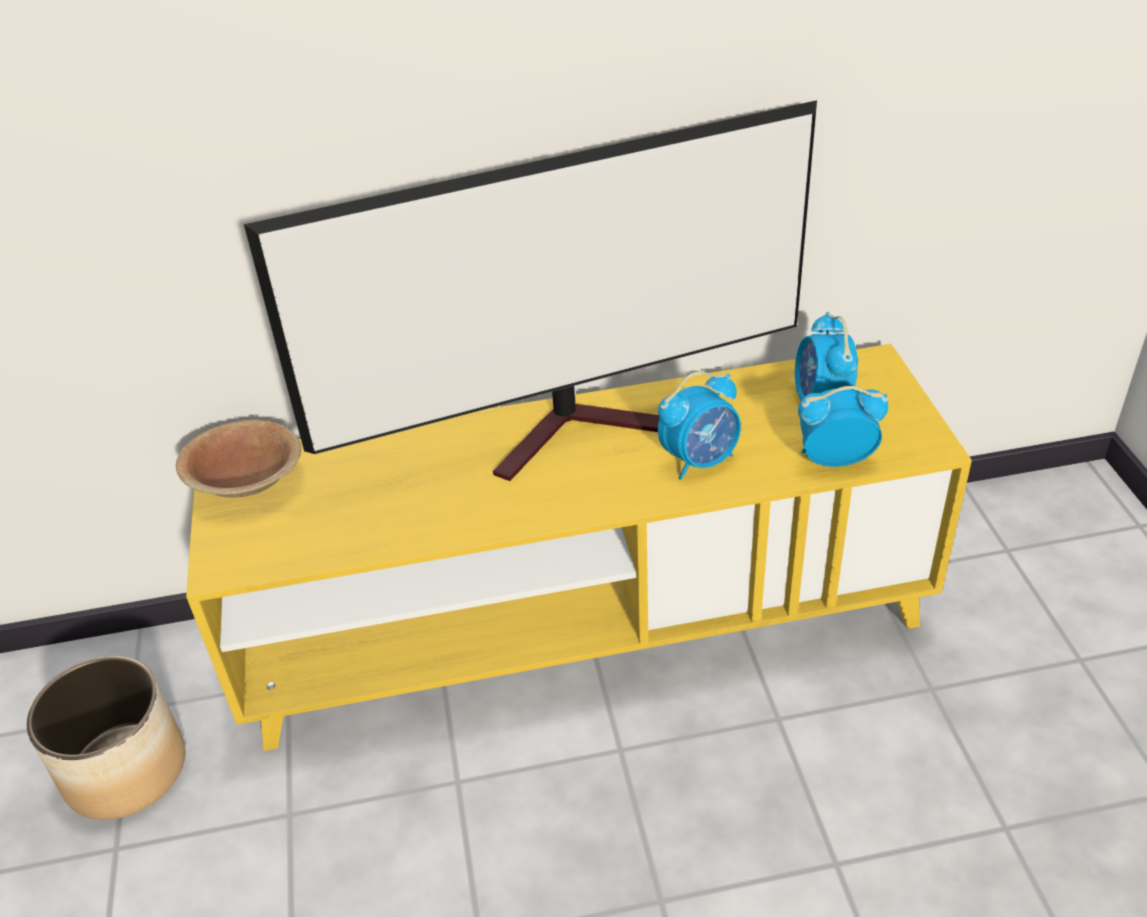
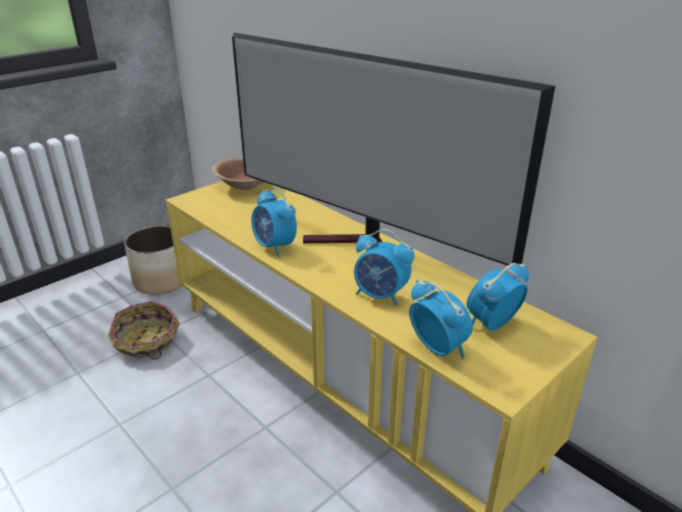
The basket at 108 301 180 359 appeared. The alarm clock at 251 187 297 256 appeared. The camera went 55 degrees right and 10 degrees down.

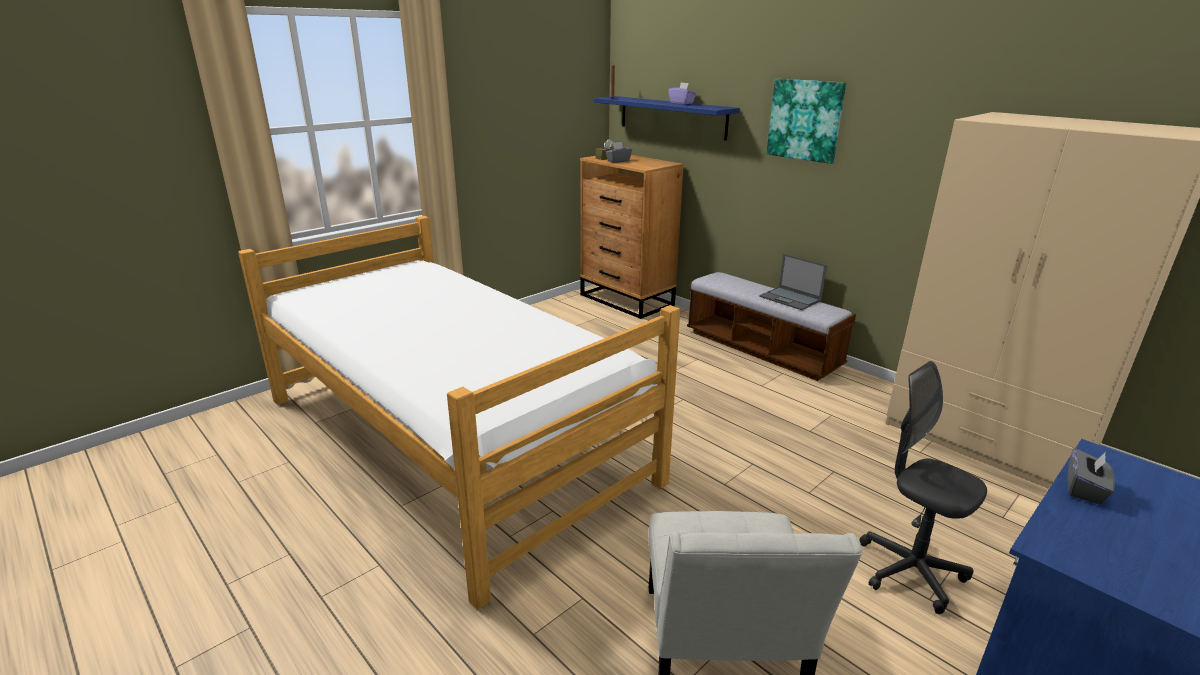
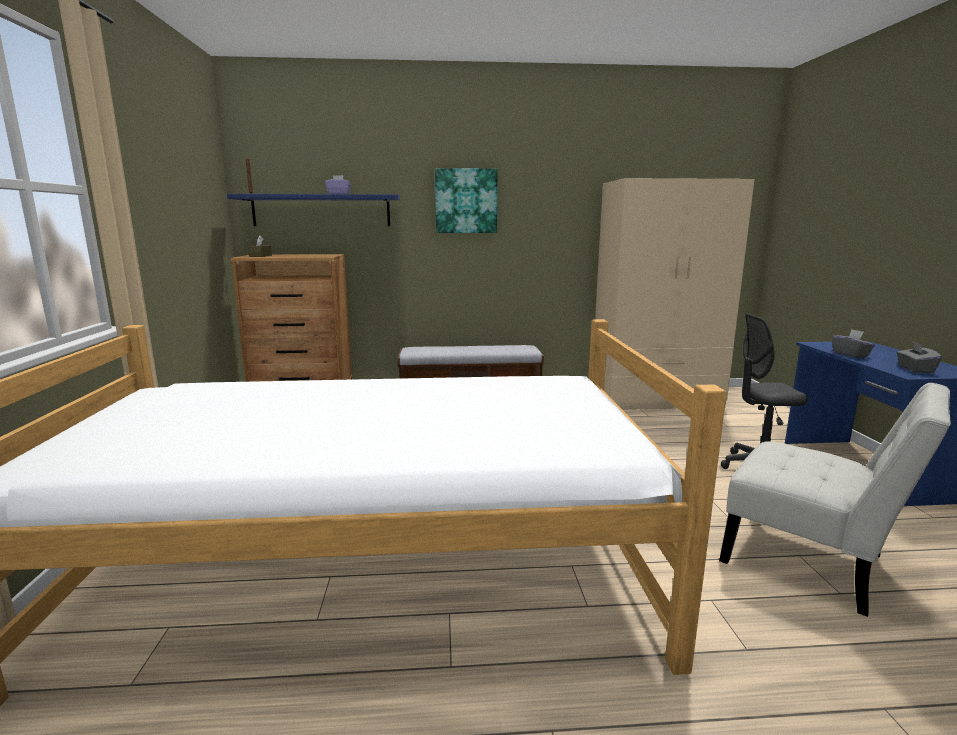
The laptop at 759 254 827 310 disappeared. The tissue box in grey moved from 605 142 632 163 to 896 341 942 373. The camera went 50 degrees left and 10 degrees down.

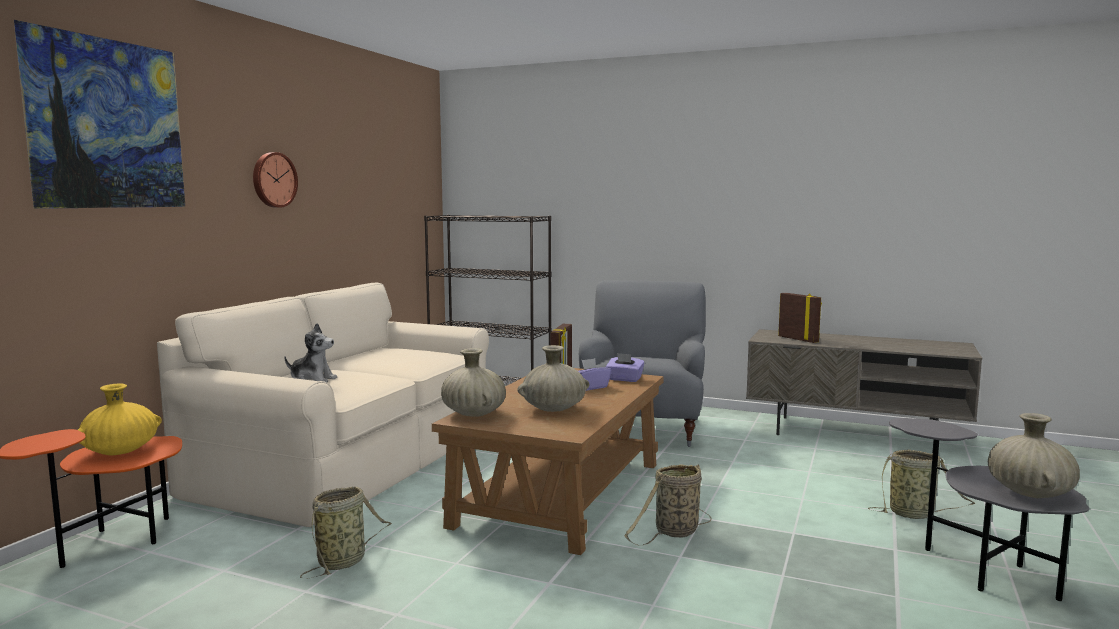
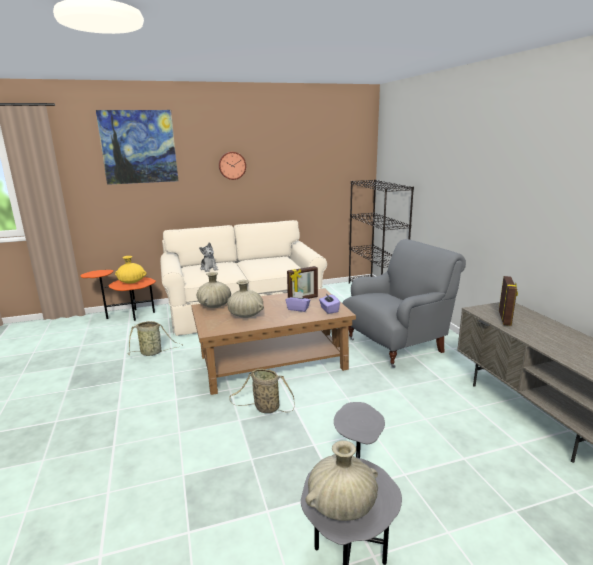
The basket at 868 450 976 519 disappeared. The camera went 50 degrees right and 10 degrees up.

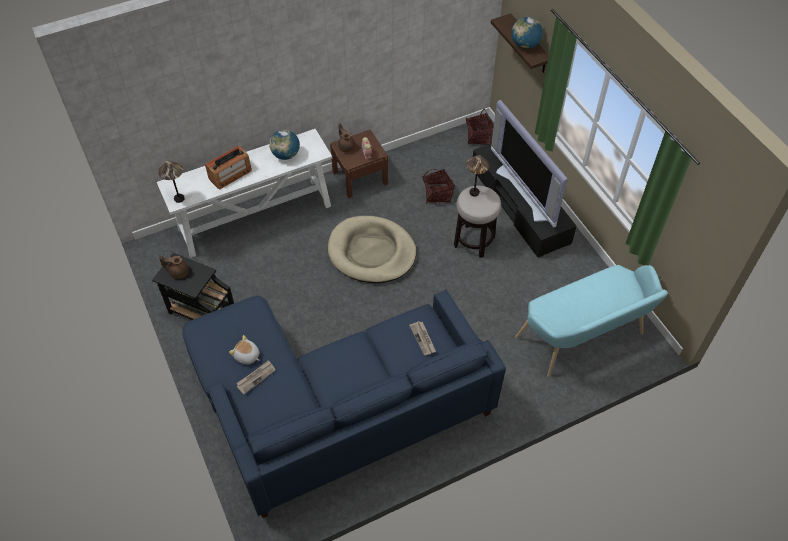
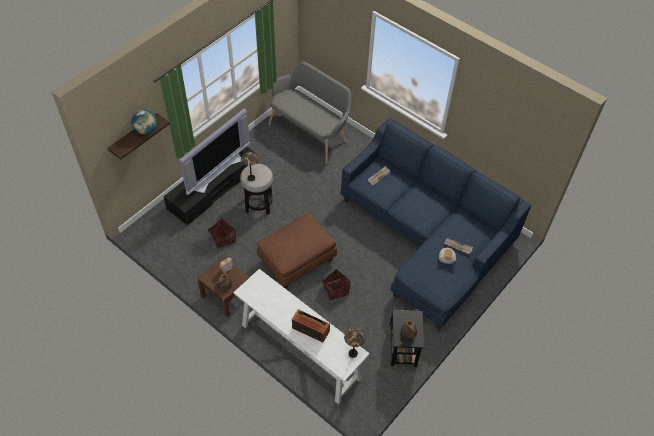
The globe at 269 129 300 160 disappeared. The basket moved from 466 109 494 145 to 322 269 351 301. The dog bed in beige at 328 216 417 283 was replaced by the ottoman in brown at 257 213 337 289. The bench in turquoise at 515 265 668 377 became the bench in grey at 268 61 351 163. The camera went 115 degrees left and 0 degrees up.

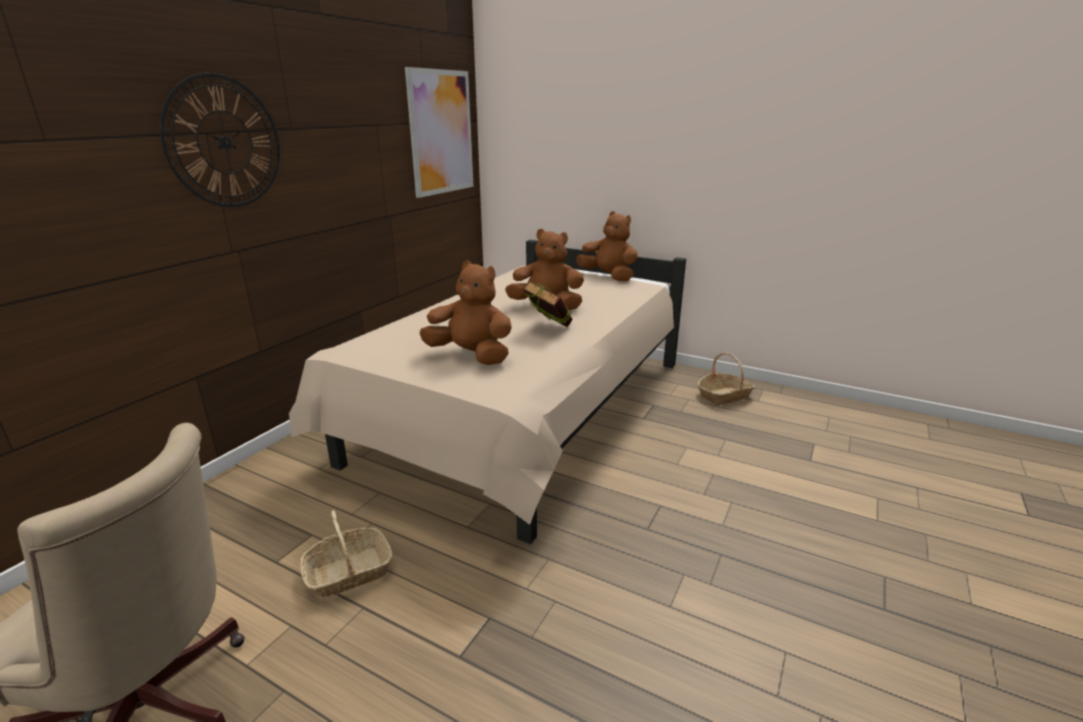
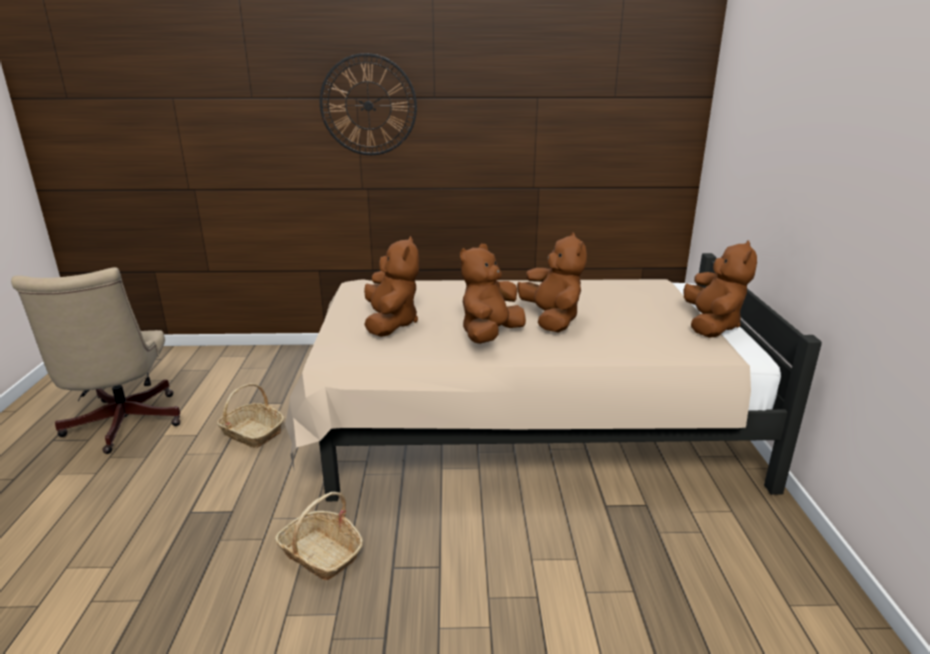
The picture at 405 67 474 198 disappeared. The basket moved from 697 352 755 405 to 275 492 363 580. The book at 523 281 572 327 was replaced by the plush toy in brown at 460 244 526 344. The camera went 60 degrees right and 0 degrees up.

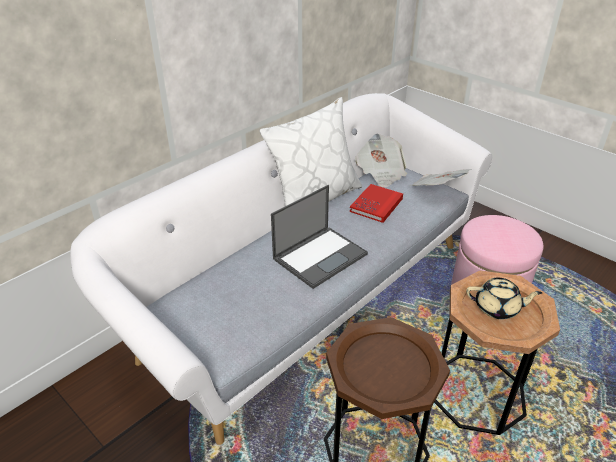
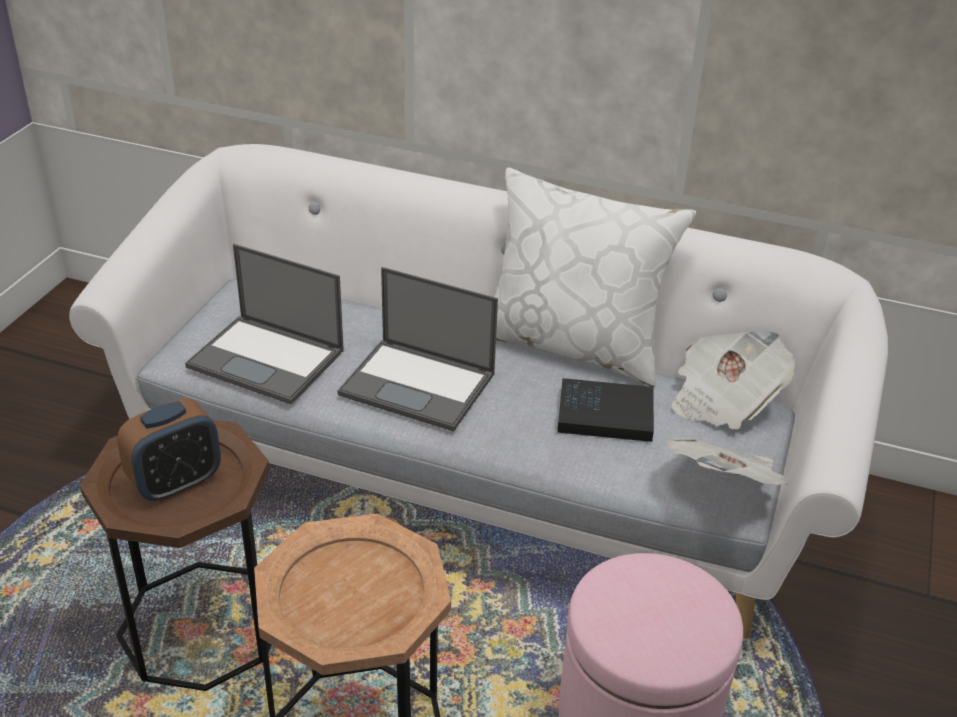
The teapot in beige at 466 278 542 319 disappeared. The alarm clock at 117 398 221 502 appeared. The laptop at 185 244 344 405 appeared. The book in red at 350 184 403 223 became the book in black at 557 378 654 442. The camera went 65 degrees right and 0 degrees up.

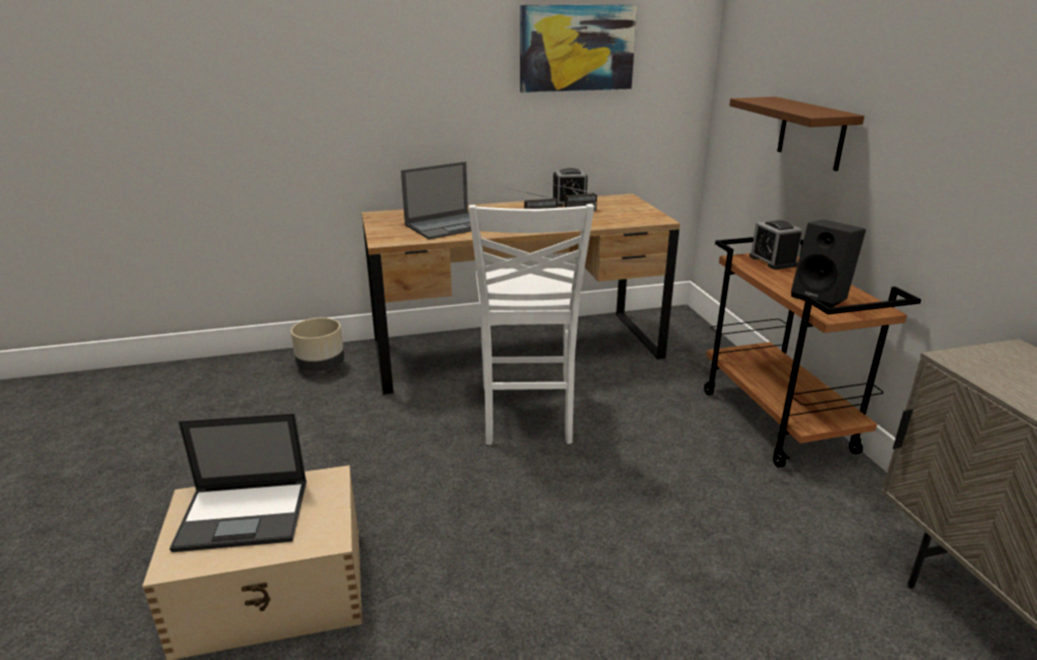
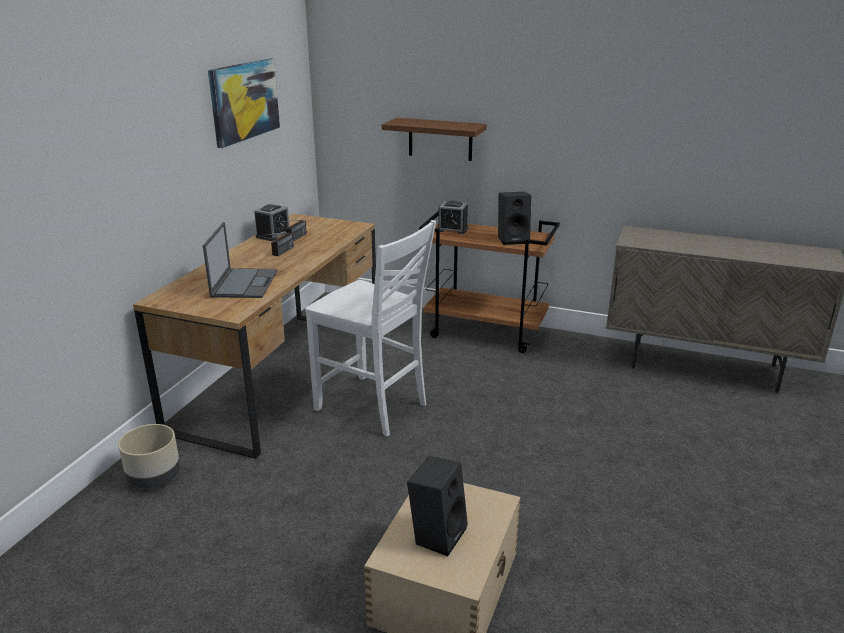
The laptop at 170 413 307 552 was replaced by the speaker in black at 407 456 468 556. The camera went 55 degrees left and 0 degrees up.

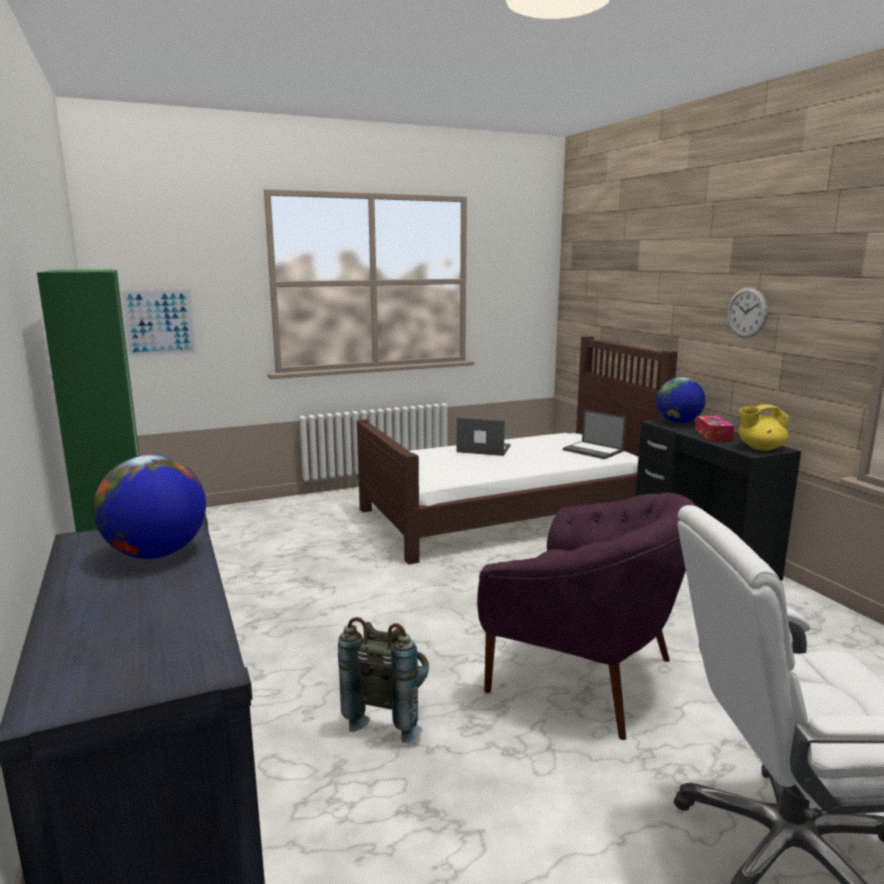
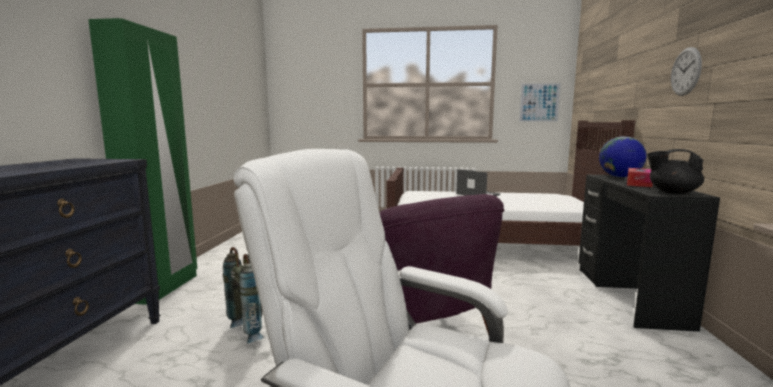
The globe at 93 455 206 559 disappeared. The laptop at 563 410 626 459 disappeared. The picture moved from 120 289 197 357 to 518 82 561 122. The teapot in yellow at 739 405 789 451 became the teapot in black at 647 149 704 194. The camera went 30 degrees right and 5 degrees down.

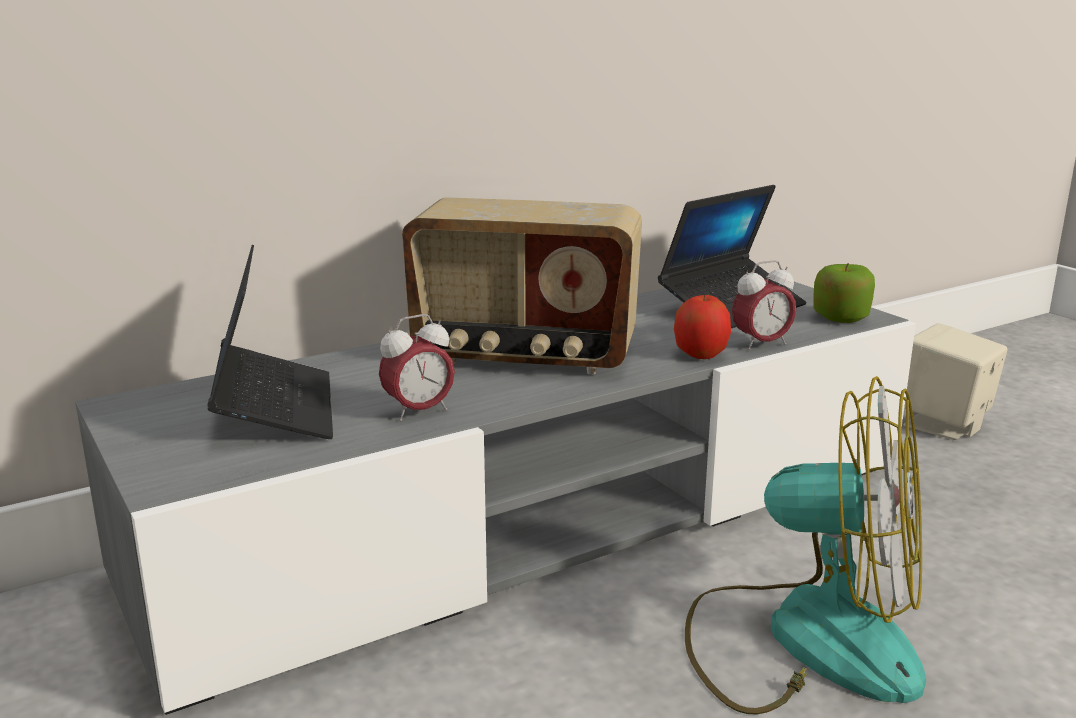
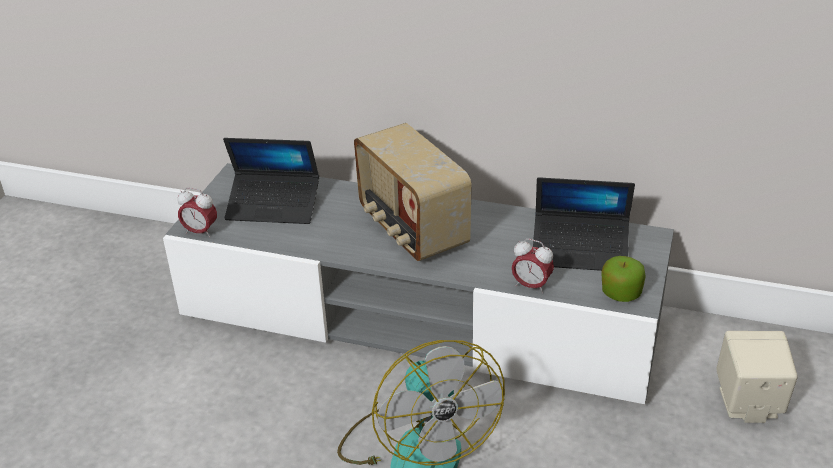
The apple at 674 295 731 359 disappeared. The alarm clock moved from 379 314 455 421 to 177 188 217 238. The laptop at 207 245 333 439 turned 60 degrees clockwise. The camera went 50 degrees right and 15 degrees up.

